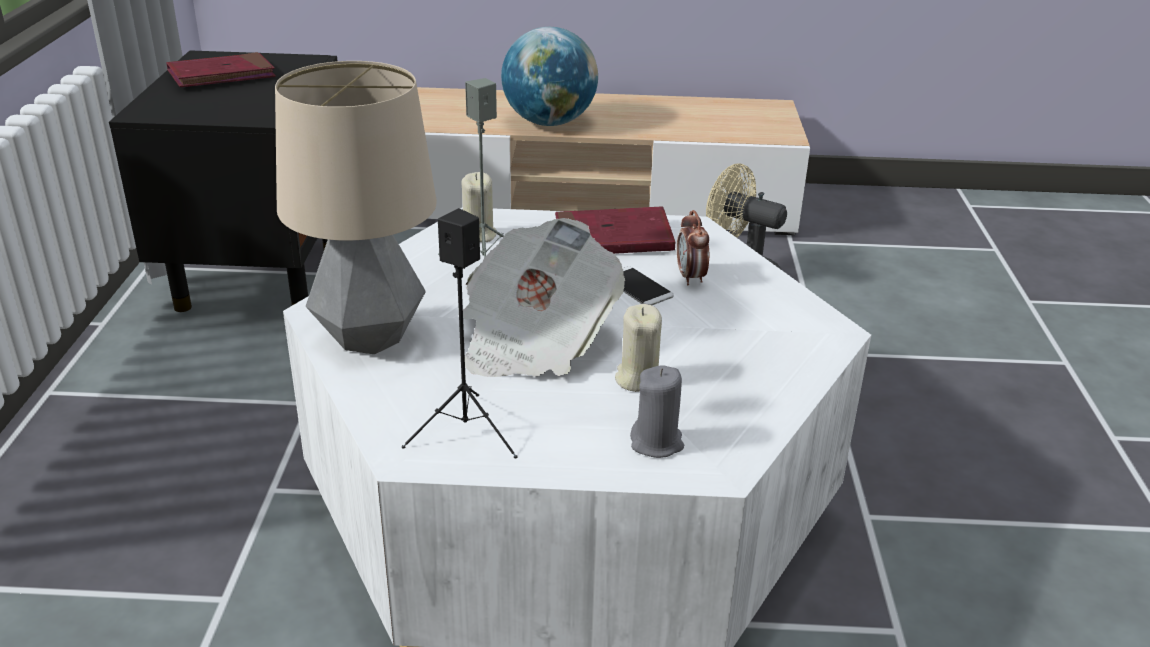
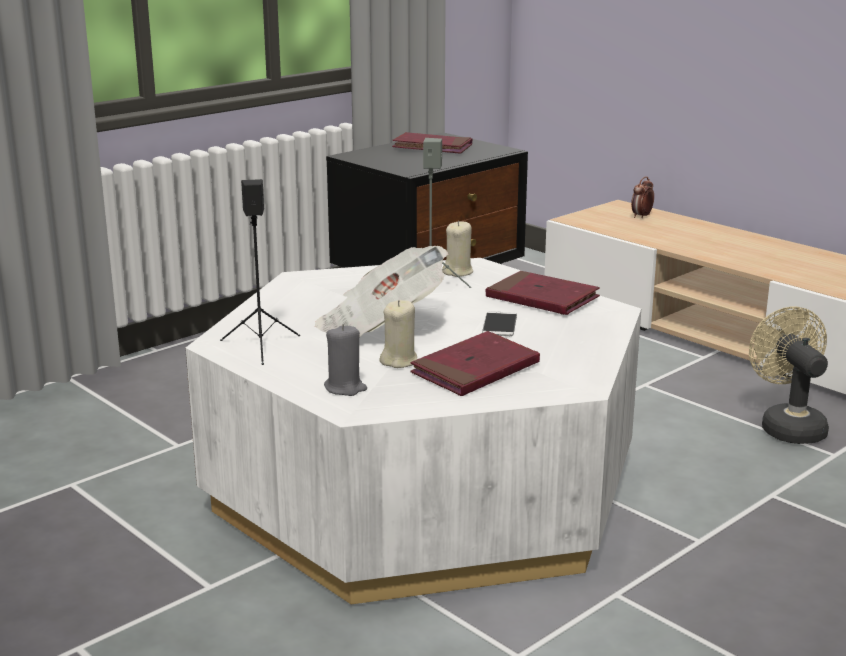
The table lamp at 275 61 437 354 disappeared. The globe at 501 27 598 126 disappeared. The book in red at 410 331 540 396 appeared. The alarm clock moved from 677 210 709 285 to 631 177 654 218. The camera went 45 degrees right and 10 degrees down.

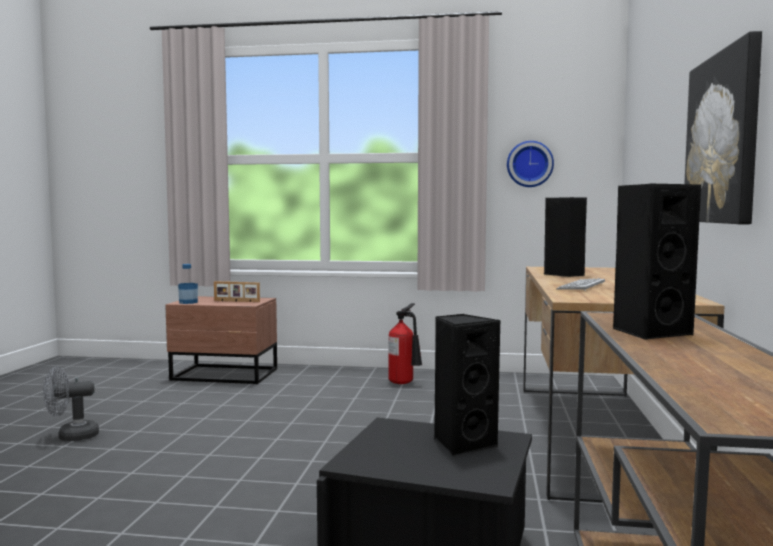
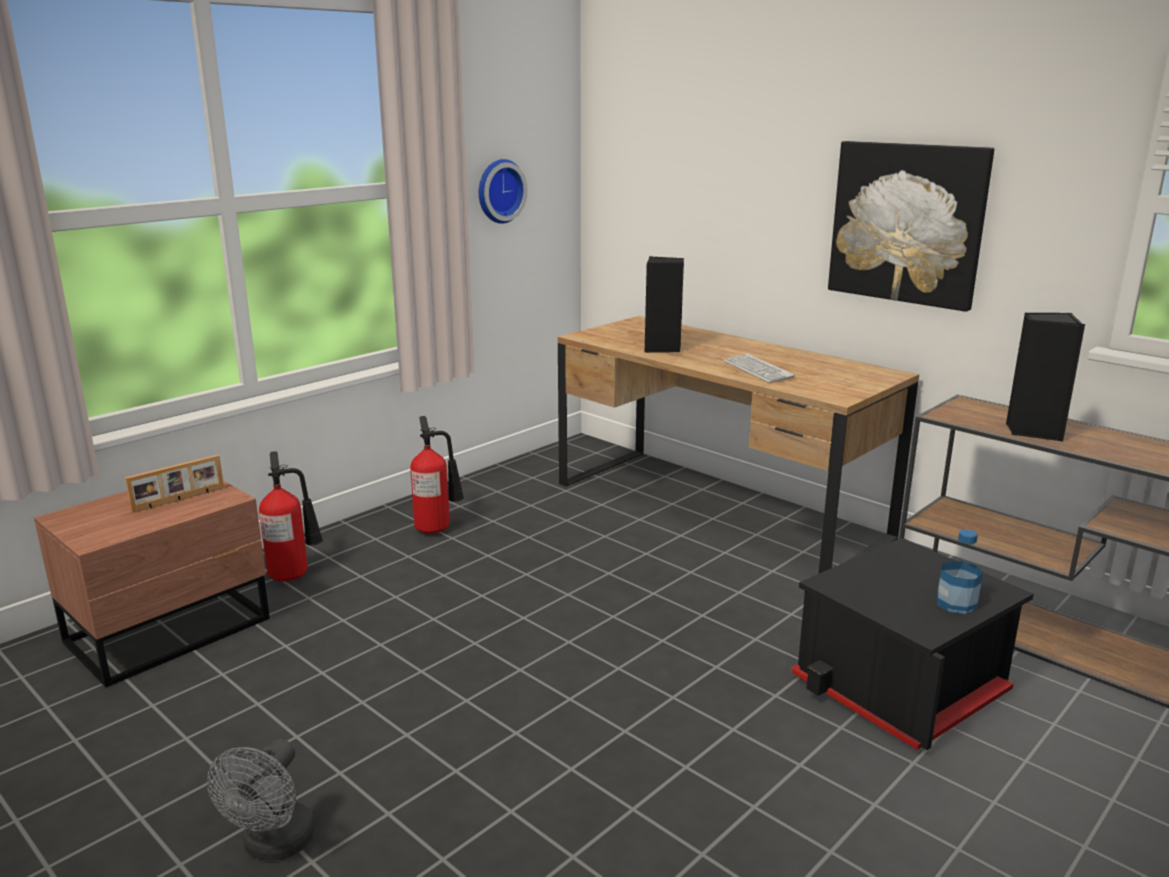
The speaker in black at 434 314 500 457 disappeared. The fire extinguisher at 259 451 323 581 appeared. The bottle moved from 178 264 198 304 to 937 530 983 615. The camera went 55 degrees left and 15 degrees up.

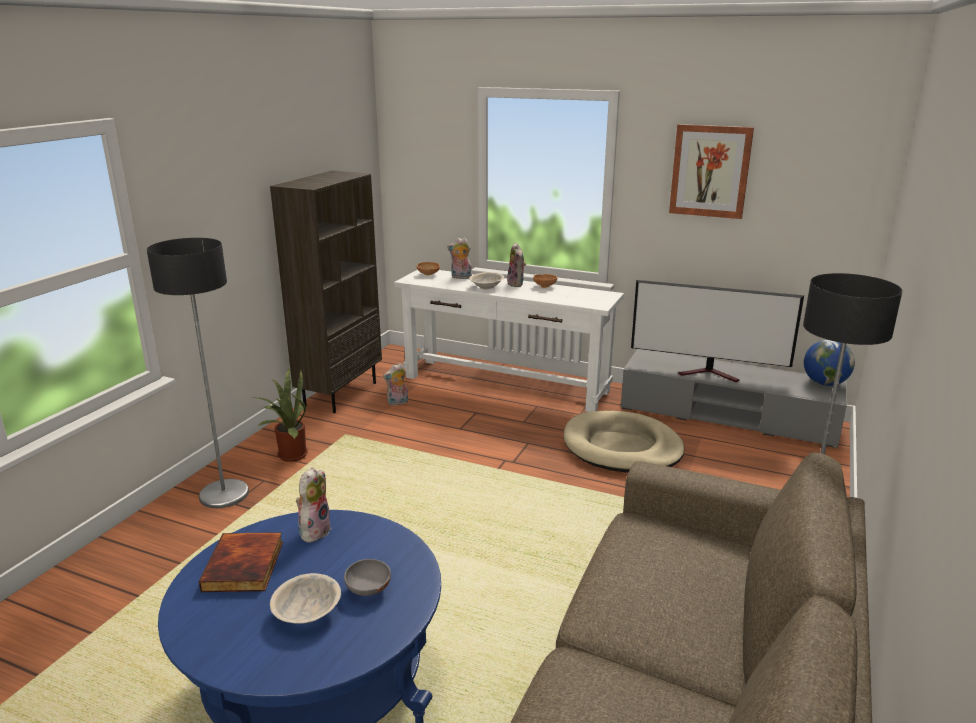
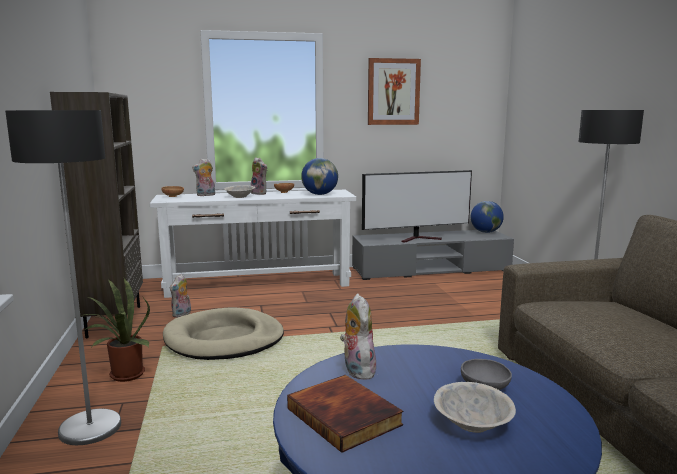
The globe at 301 158 338 195 appeared. The dog bed in beige moved from 564 411 685 473 to 163 307 284 360. The camera went 35 degrees left and 10 degrees down.

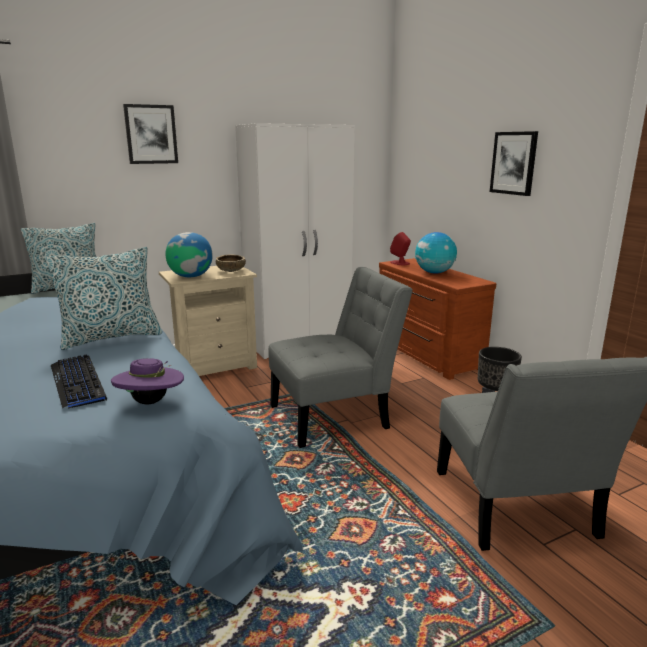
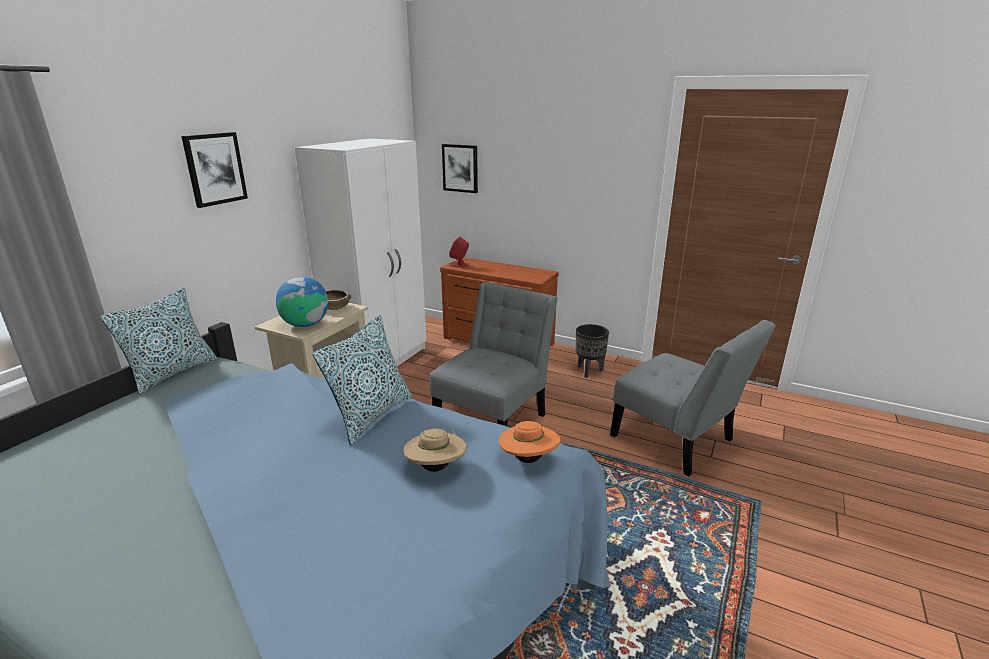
The globe at 415 232 457 274 disappeared. The picture moved from 490 131 538 196 to 442 144 478 193. The keyboard at 51 354 107 409 was replaced by the hat in beige at 403 429 467 472. The hat in purple at 111 358 184 405 became the hat in orange at 499 420 561 463. The camera went 35 degrees left and 5 degrees up.

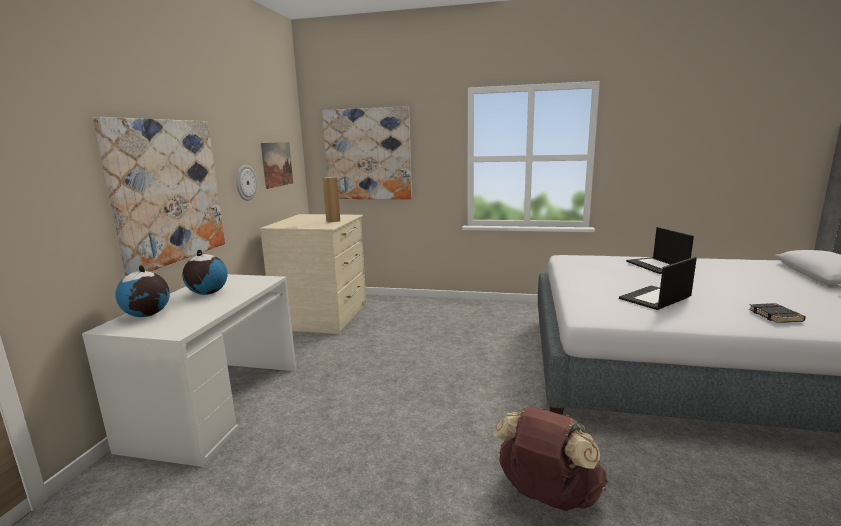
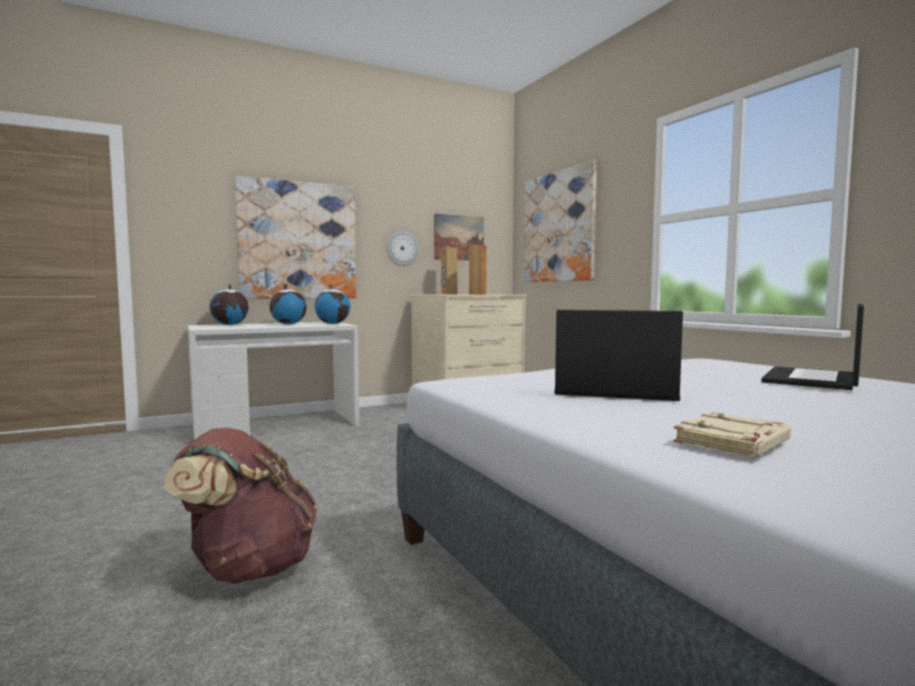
The globe at 314 284 350 324 appeared. The speaker in brown at 441 247 457 294 appeared. The book in black at 749 303 806 323 became the book in beige at 673 412 791 458. The camera went 50 degrees right and 10 degrees down.

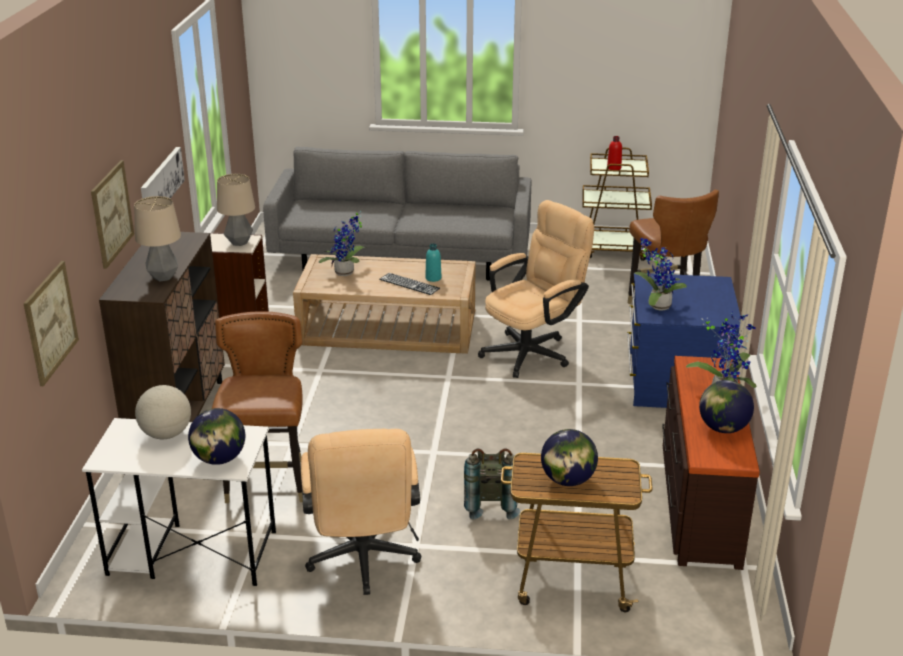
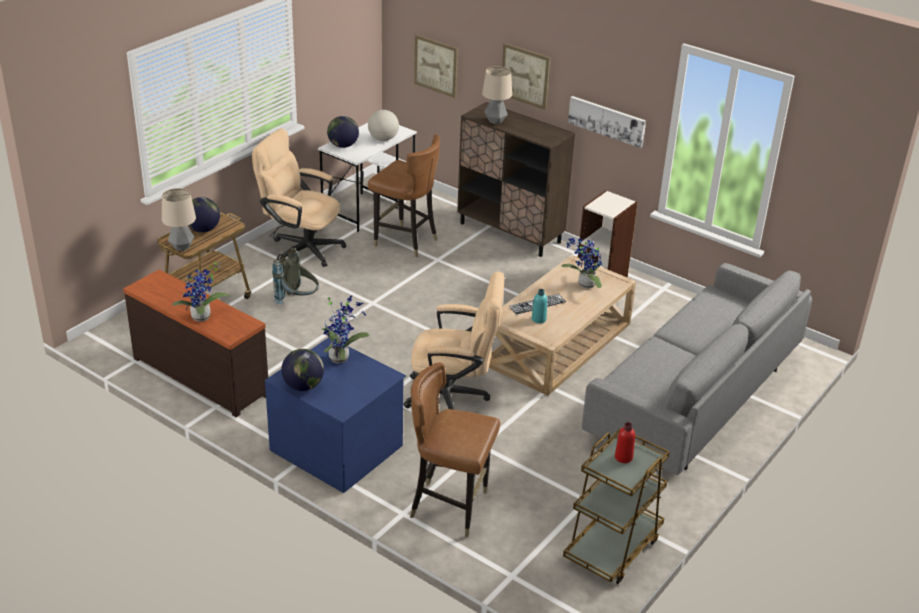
The table lamp moved from 217 174 255 246 to 162 188 196 251. The globe moved from 699 380 754 433 to 281 349 324 391. The office chair in beige at 478 200 594 378 turned 75 degrees counterclockwise. The camera went 120 degrees right and 5 degrees up.

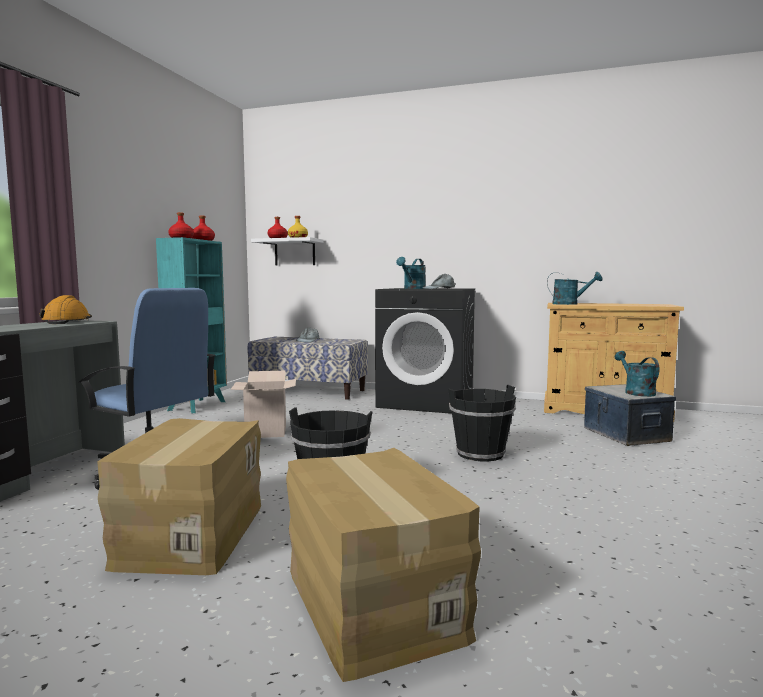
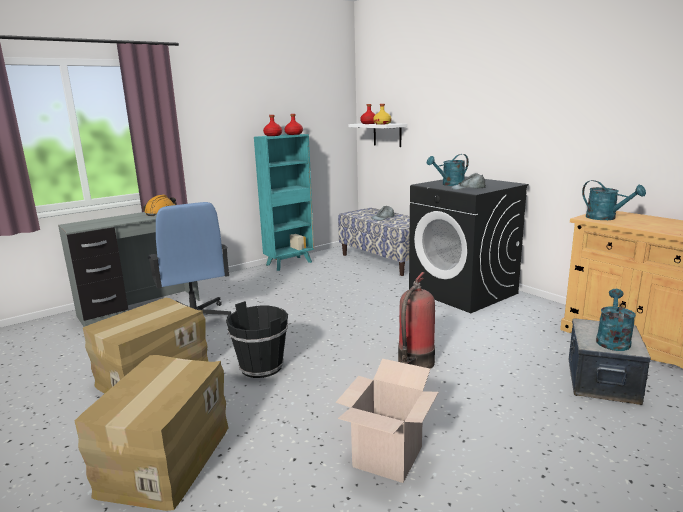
The cardboard box moved from 231 371 296 438 to 336 359 439 483. The bucket in black at 448 385 516 462 was replaced by the fire extinguisher at 398 272 435 369. The camera went 35 degrees right and 10 degrees up.

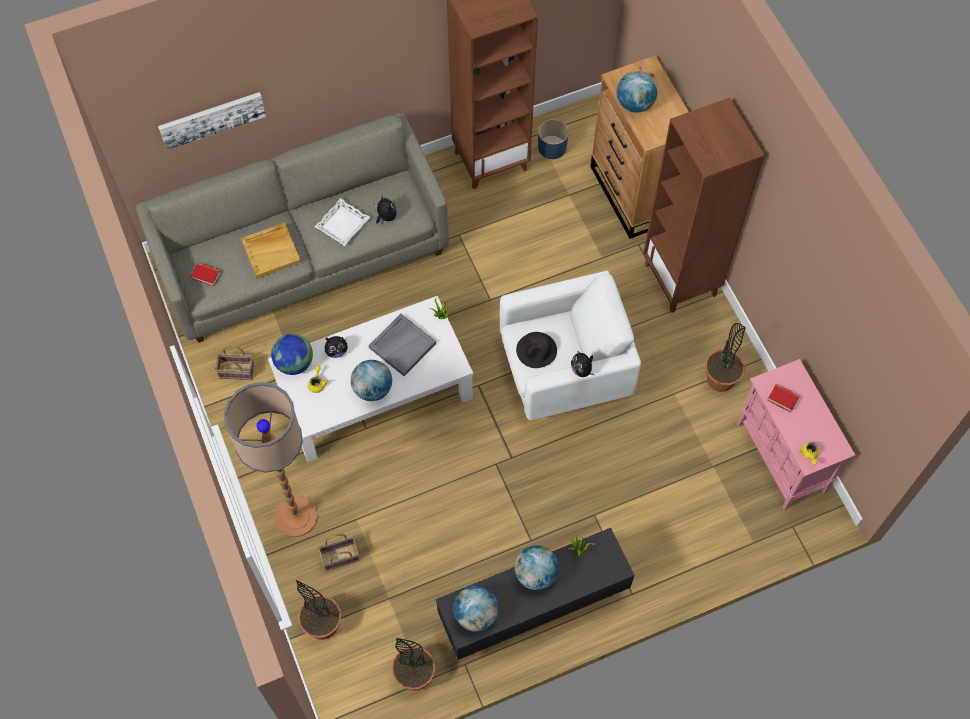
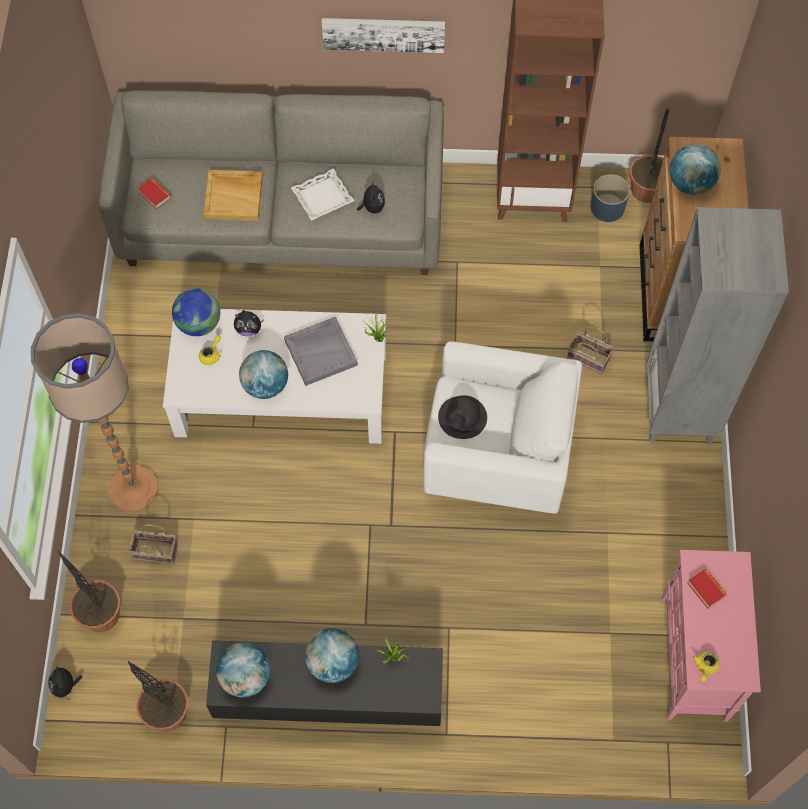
The picture moved from 158 92 266 150 to 322 18 445 53. The basket moved from 215 346 254 380 to 567 326 614 374. The plush toy moved from 571 351 595 377 to 48 667 82 699. The potted plant moved from 705 323 745 392 to 630 108 669 203. The bookcase in brown at 643 98 765 313 became the bookcase in grey at 647 207 789 444. The camera went 25 degrees right and 0 degrees up.

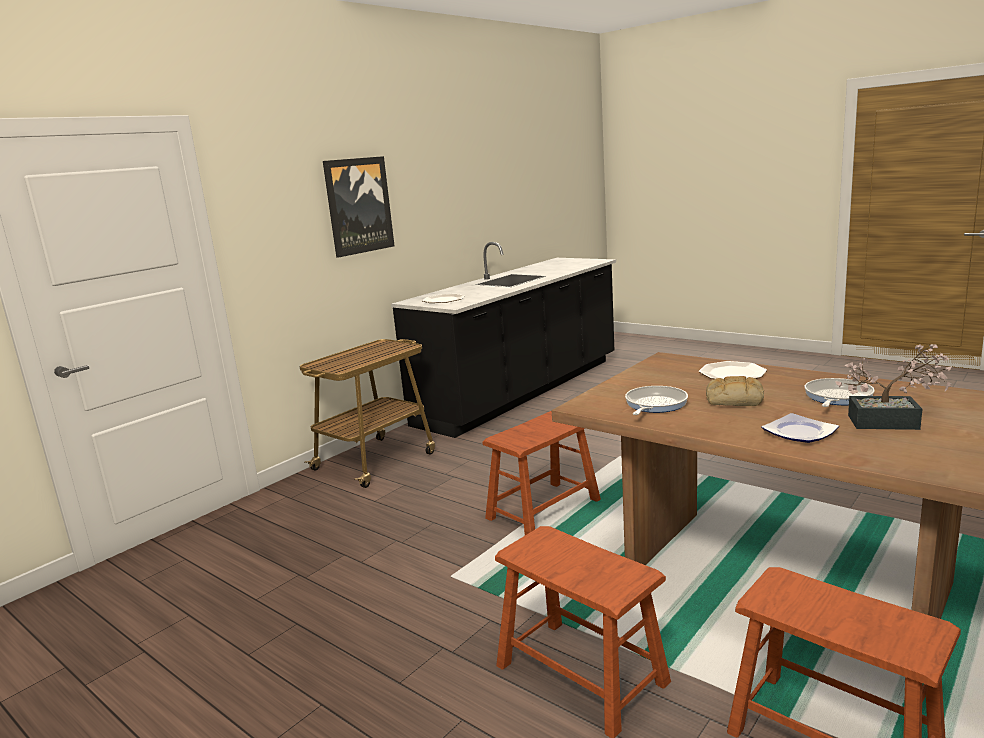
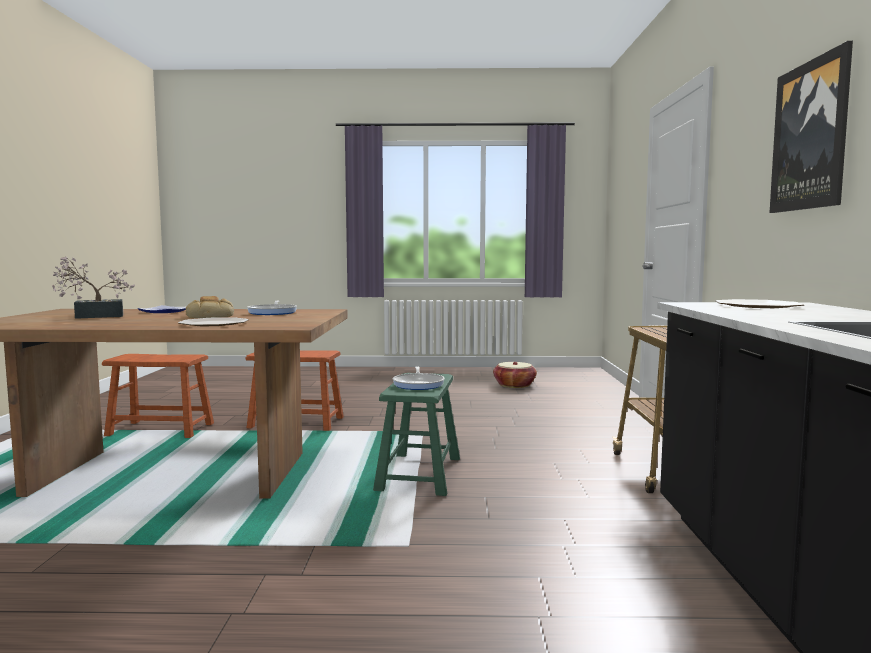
The basket at 493 362 537 388 appeared. The frying pan moved from 804 378 875 407 to 393 367 445 390. The stool in brown at 482 411 601 535 became the stool in green at 373 373 460 496. The camera went 140 degrees right and 10 degrees down.

